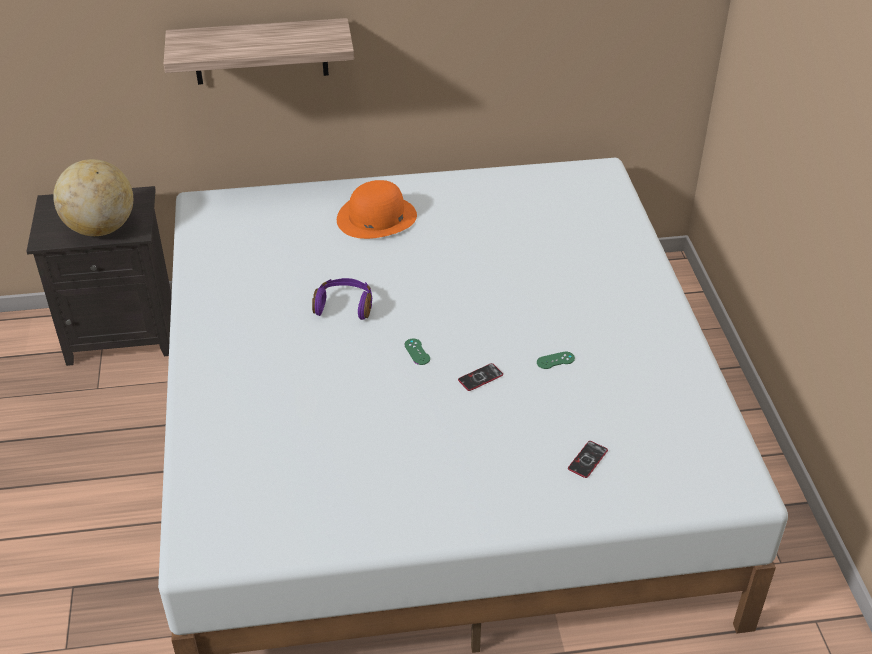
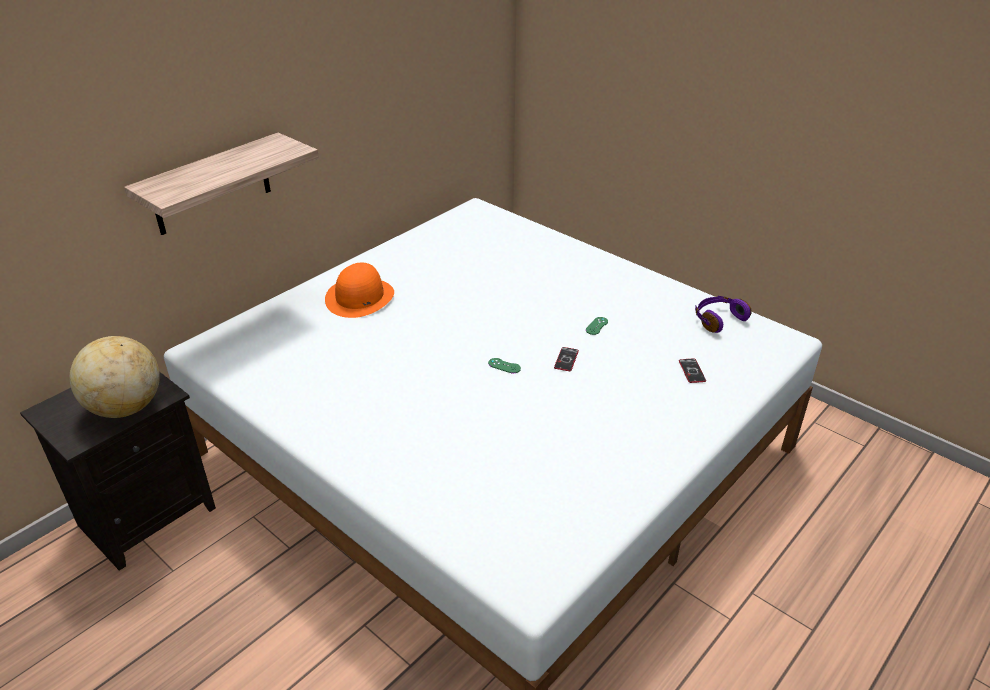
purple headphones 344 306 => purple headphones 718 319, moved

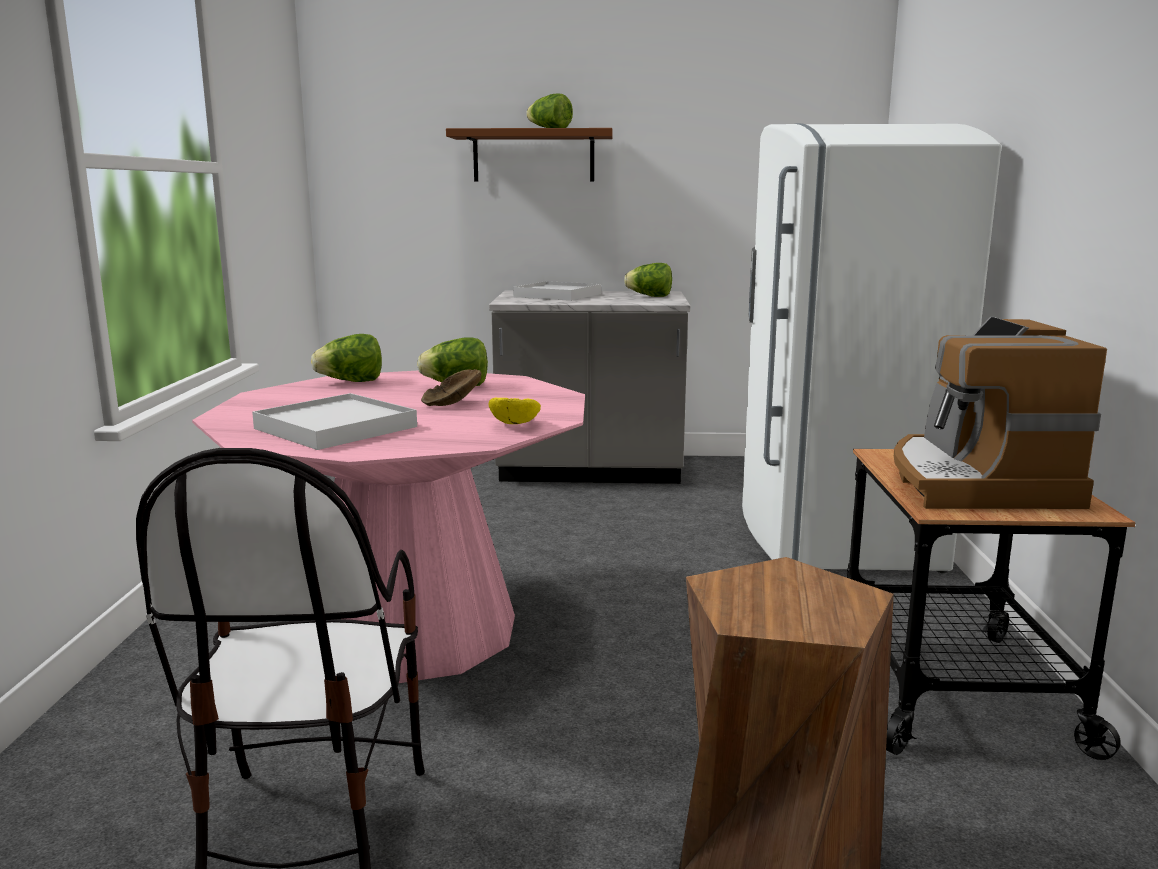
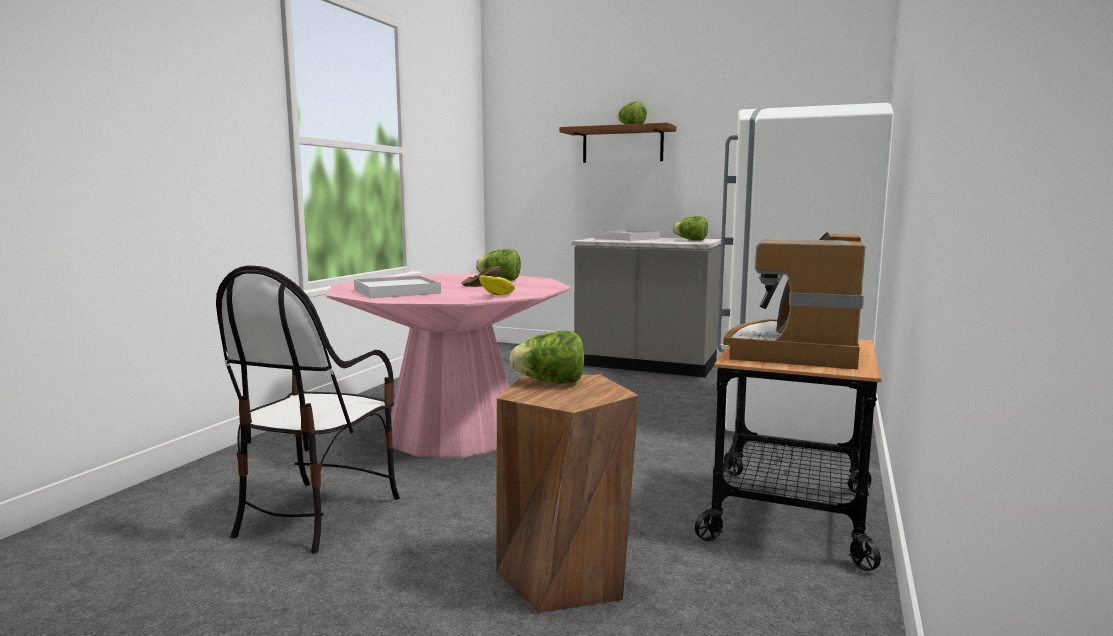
lettuce 351 382 => lettuce 550 382, moved

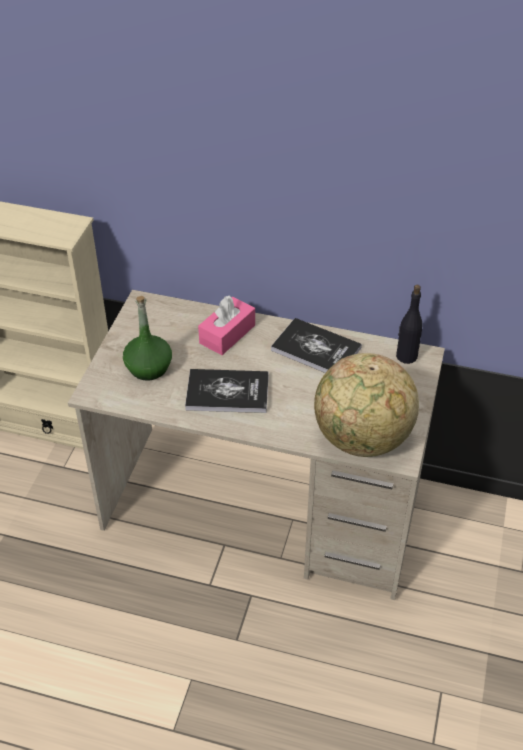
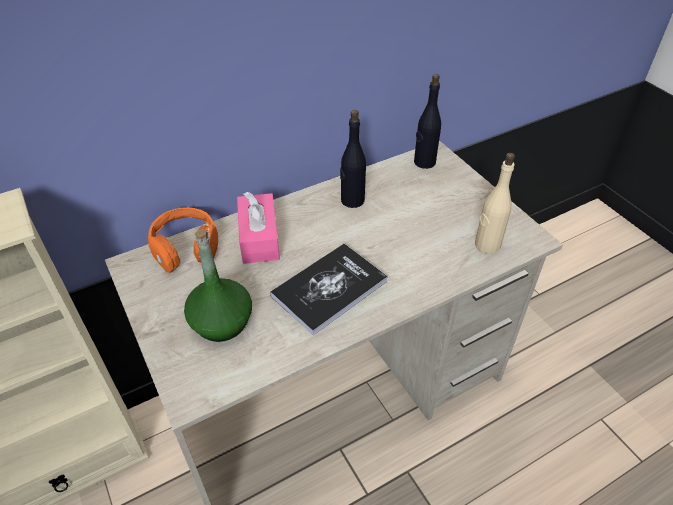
nothing => orange headphones 186 247
book 316 349 => black bottle 352 200
globe 362 439 => beige bottle 487 245

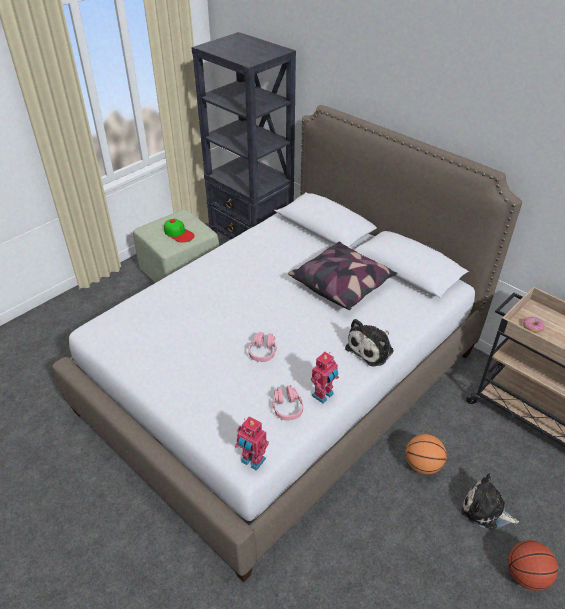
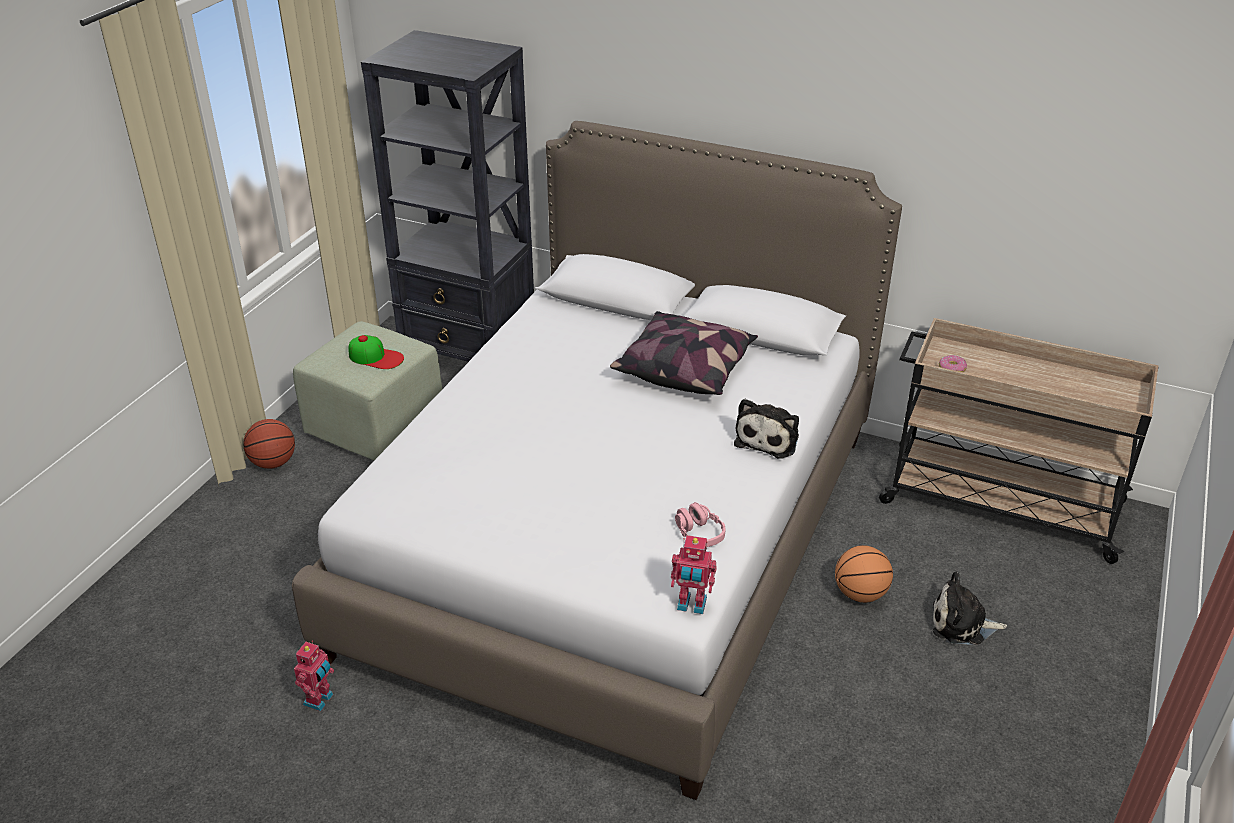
pink headphones 263 351 => nothing
toy robot 323 395 => toy robot 320 700, moved
basketball 526 575 => basketball 273 463, moved

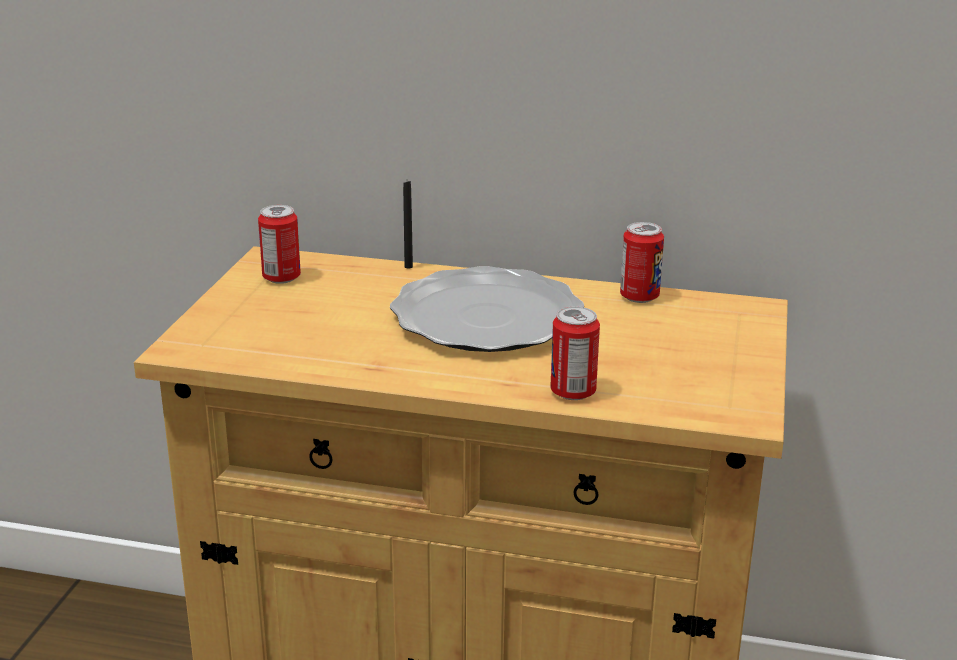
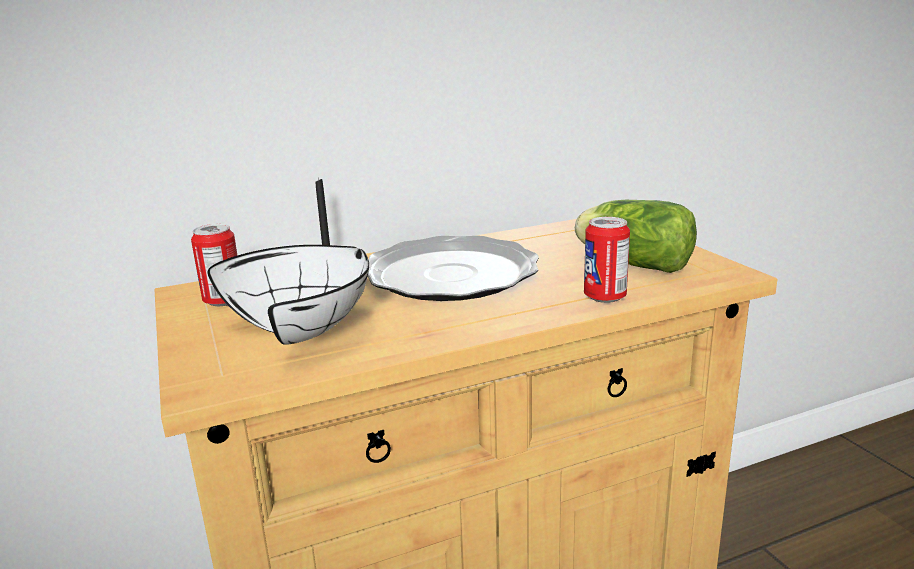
can 639 297 => nothing
nothing => white bowl 308 329
nothing => lettuce 630 263

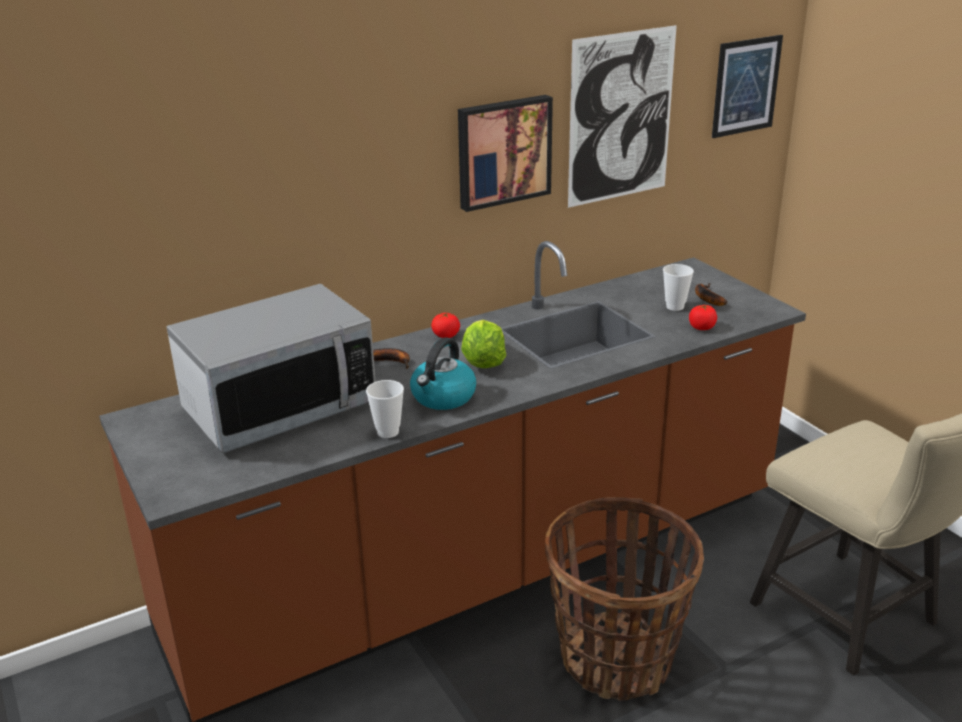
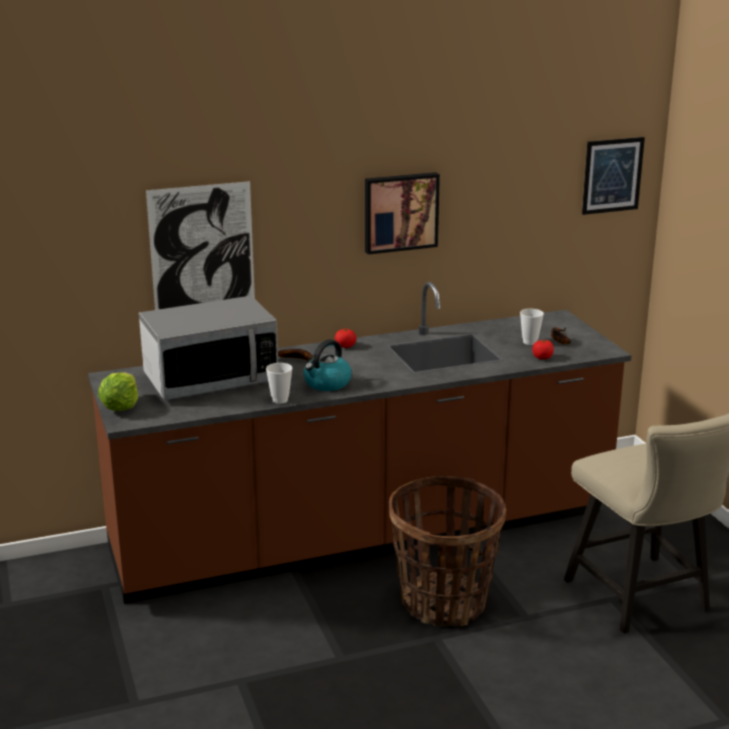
lettuce 483 362 => lettuce 120 407, moved
picture 621 117 => picture 202 252, moved

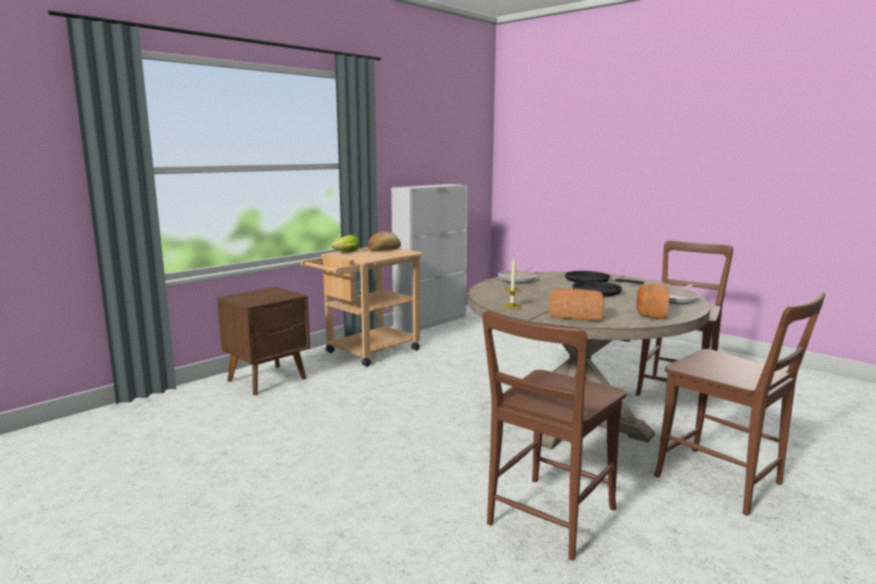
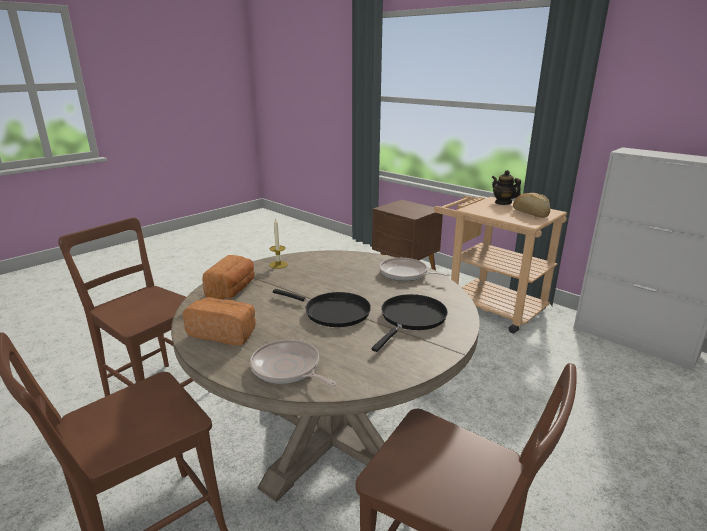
lettuce 347 252 => teapot 503 202

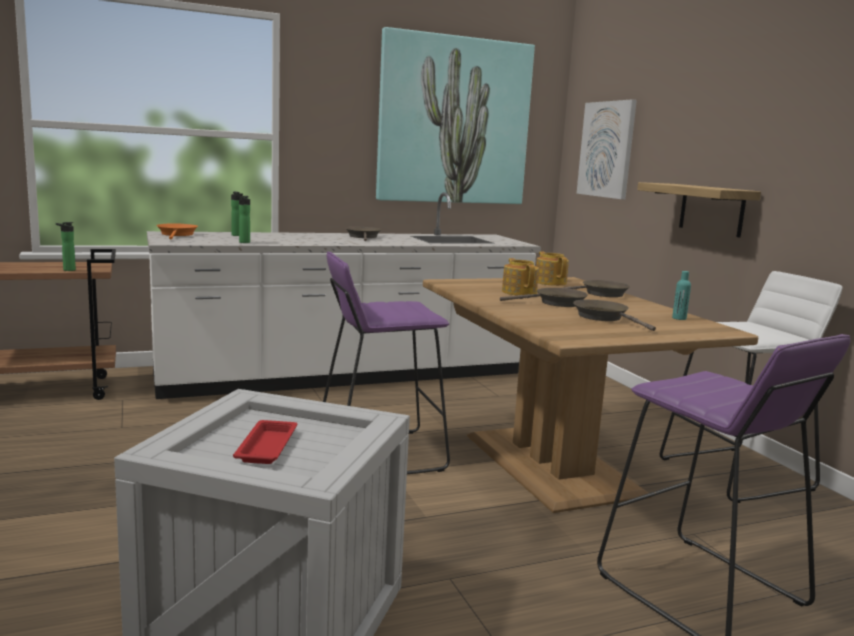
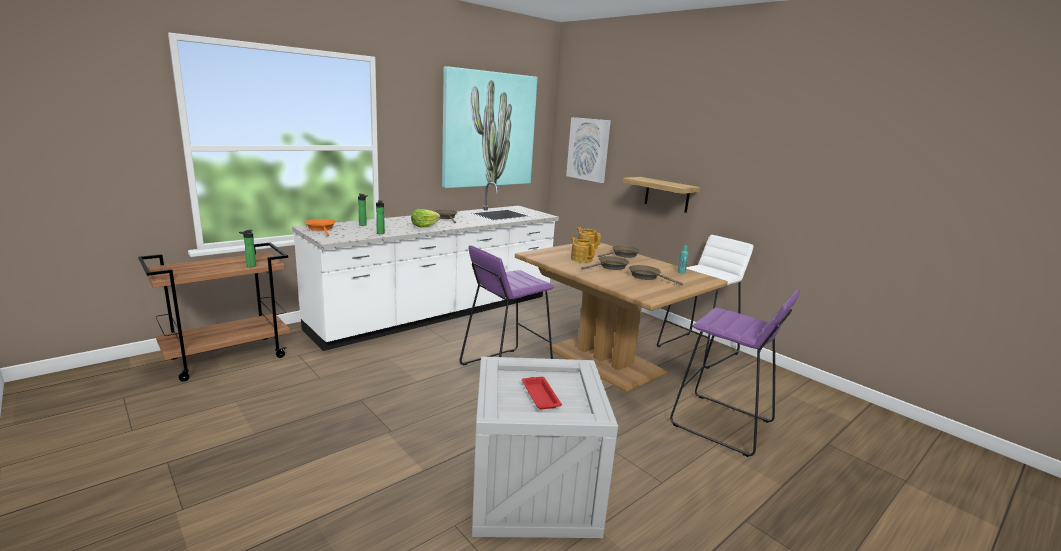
nothing => lettuce 424 226

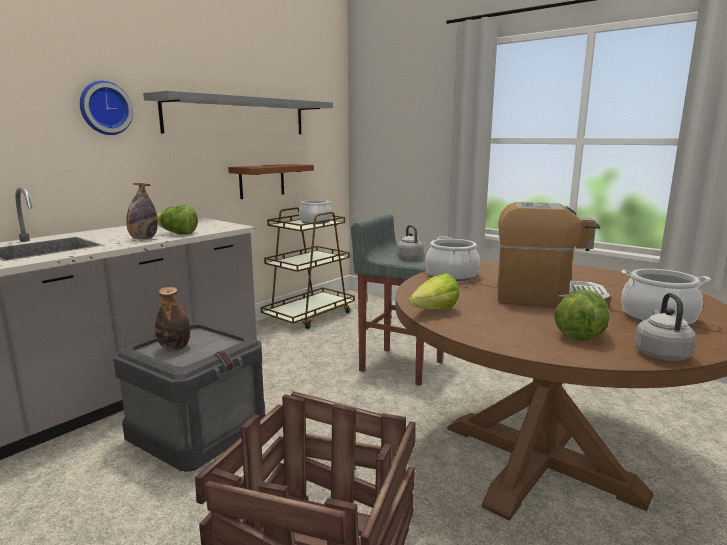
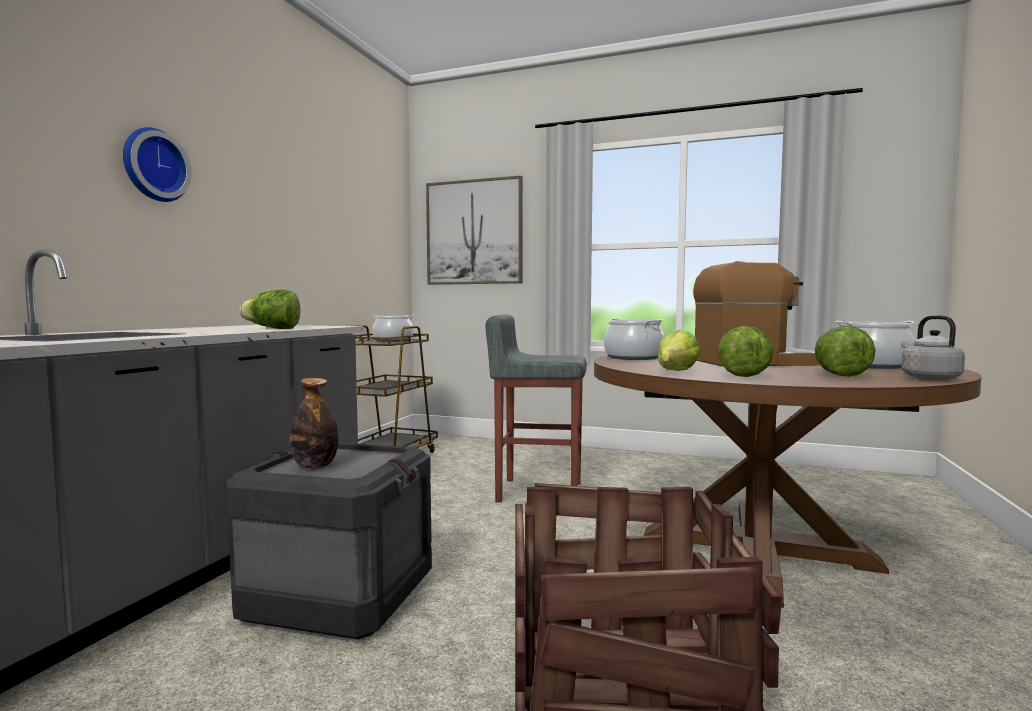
bottle 143 239 => nothing
grey shelf 238 116 => nothing
brown shelf 262 181 => nothing
grey kettle 409 257 => nothing
nothing => picture 474 232
nothing => lettuce 741 374

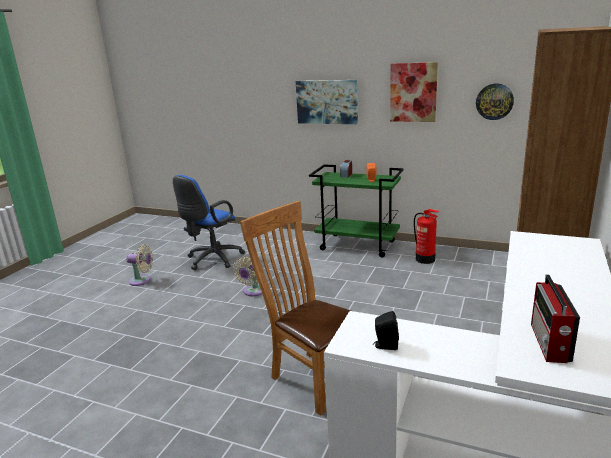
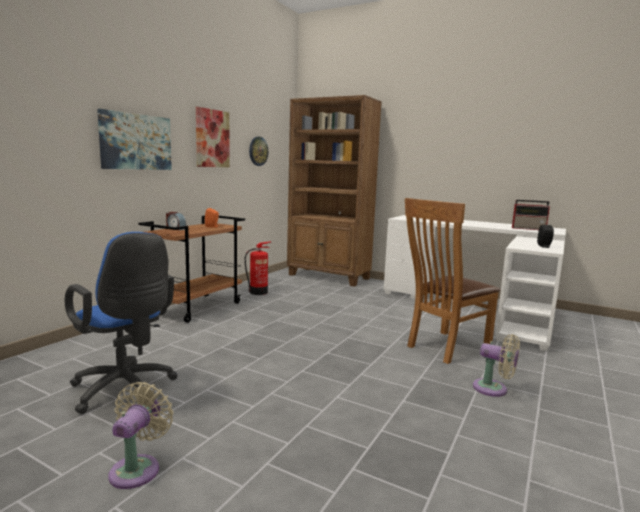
beige fan 253 292 => beige fan 493 389, moved
green cart 358 245 => brown cart 197 307

